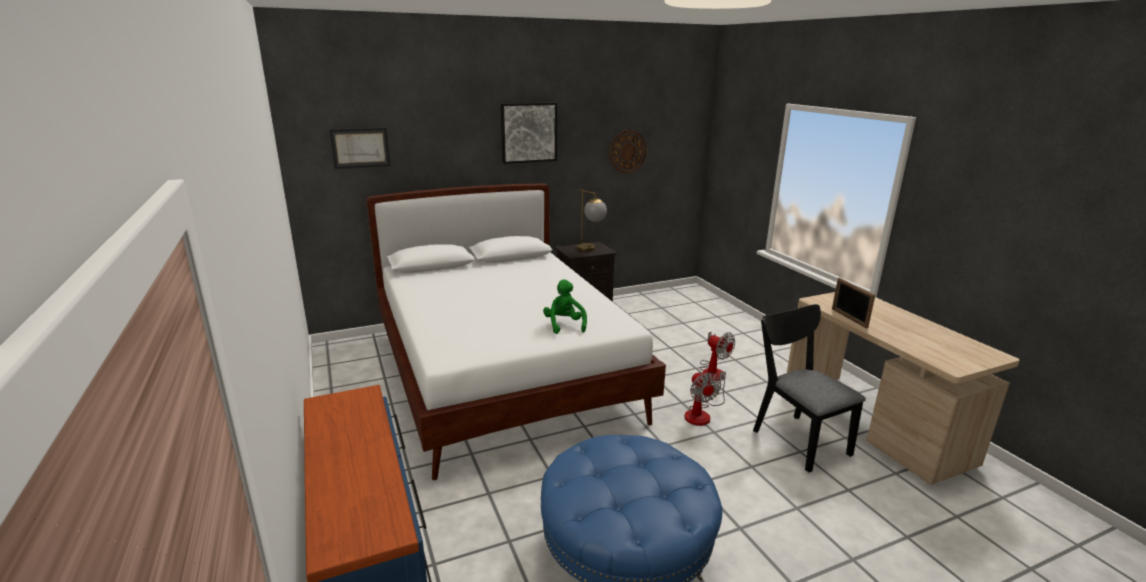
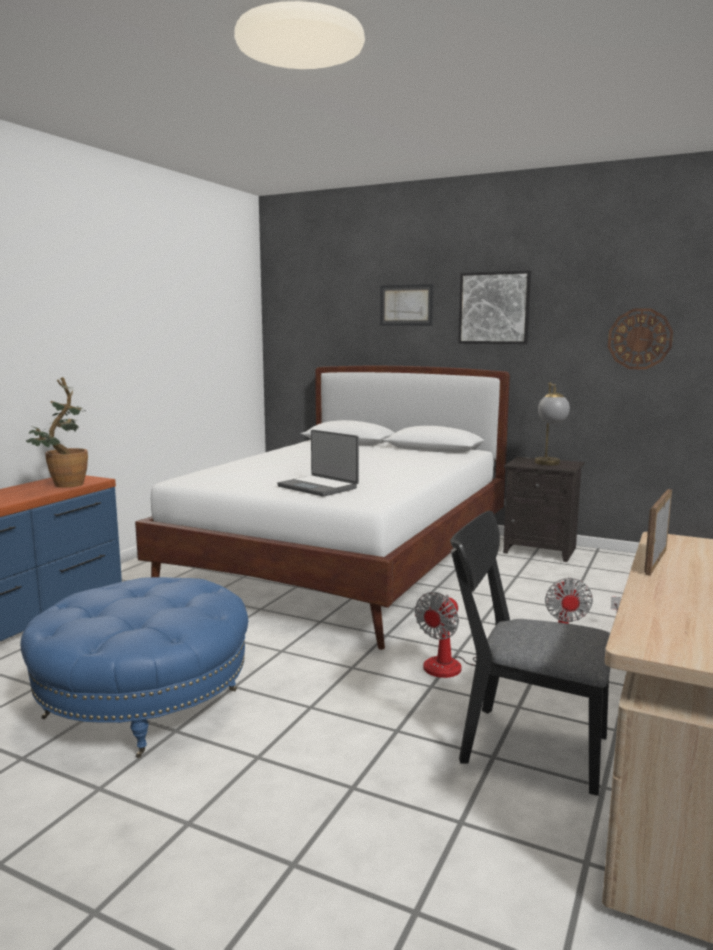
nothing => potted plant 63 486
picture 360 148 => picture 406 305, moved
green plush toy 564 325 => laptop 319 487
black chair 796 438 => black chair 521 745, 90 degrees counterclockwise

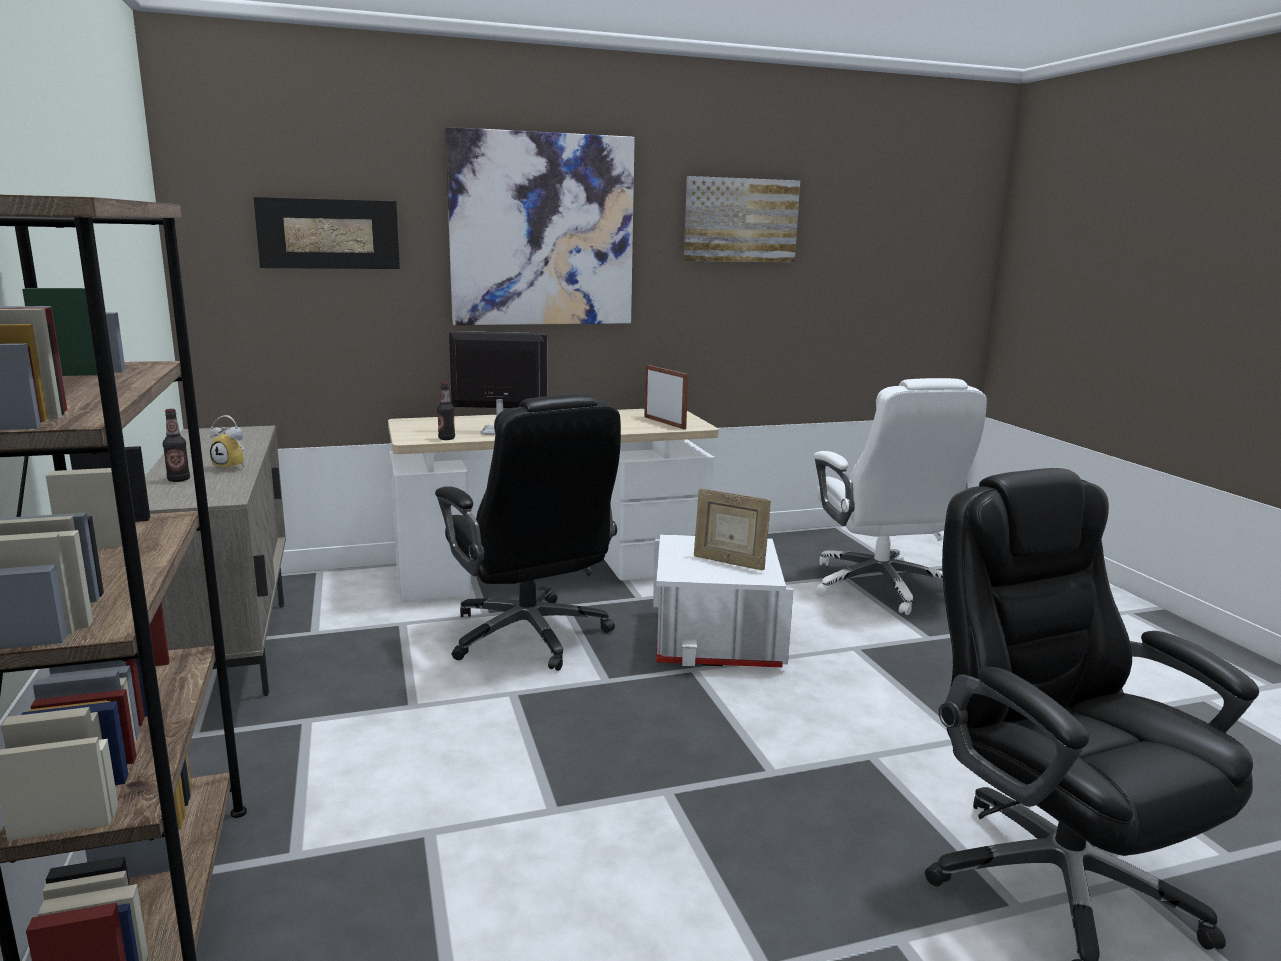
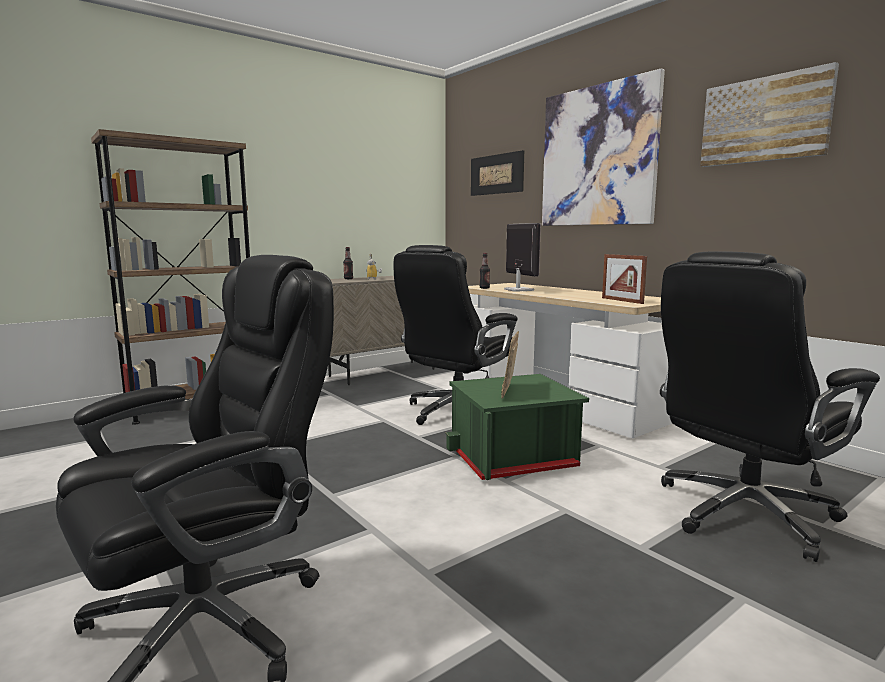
white storage box 716 639 => green storage box 513 457
white office chair 881 587 => black office chair 743 514
picture frame 664 422 => picture frame 622 300, 120 degrees clockwise

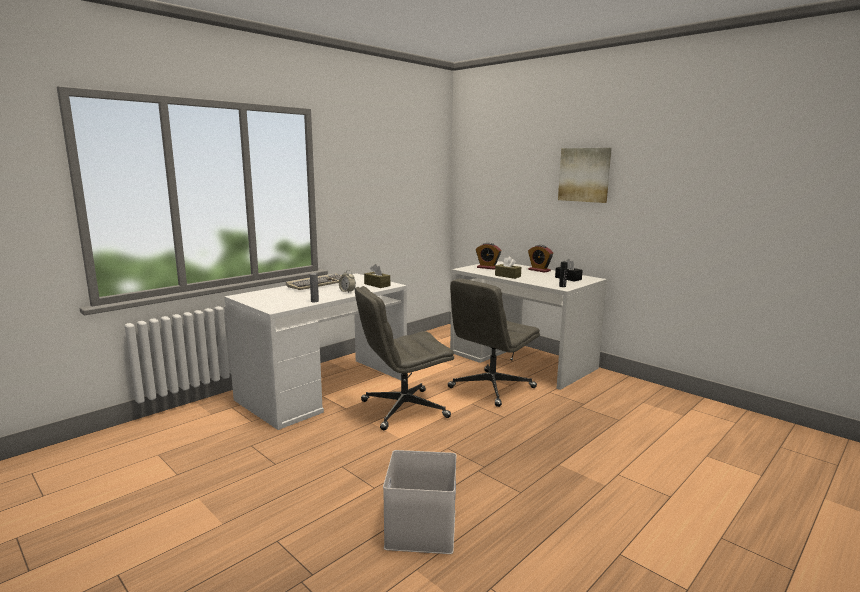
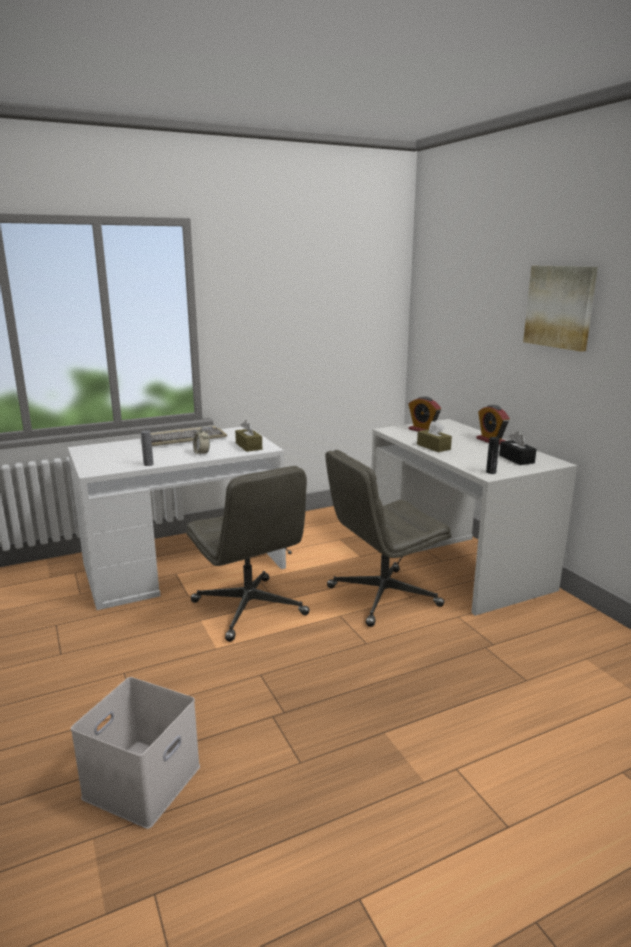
grey office chair 403 409 => grey office chair 250 609, 120 degrees counterclockwise

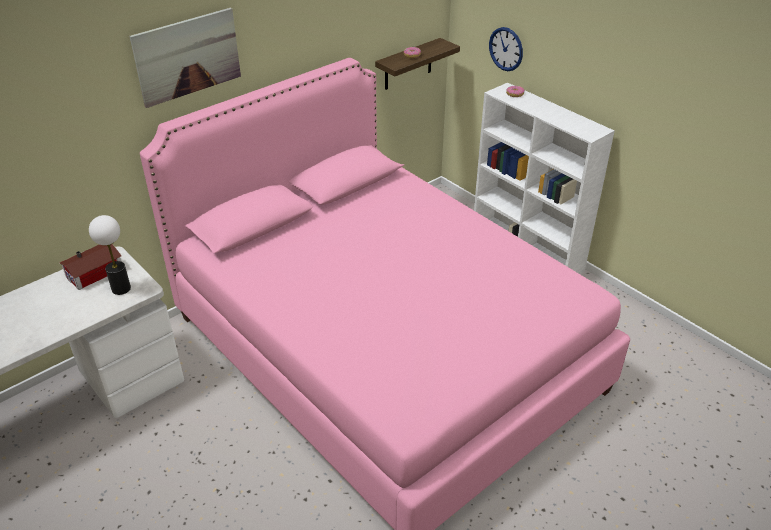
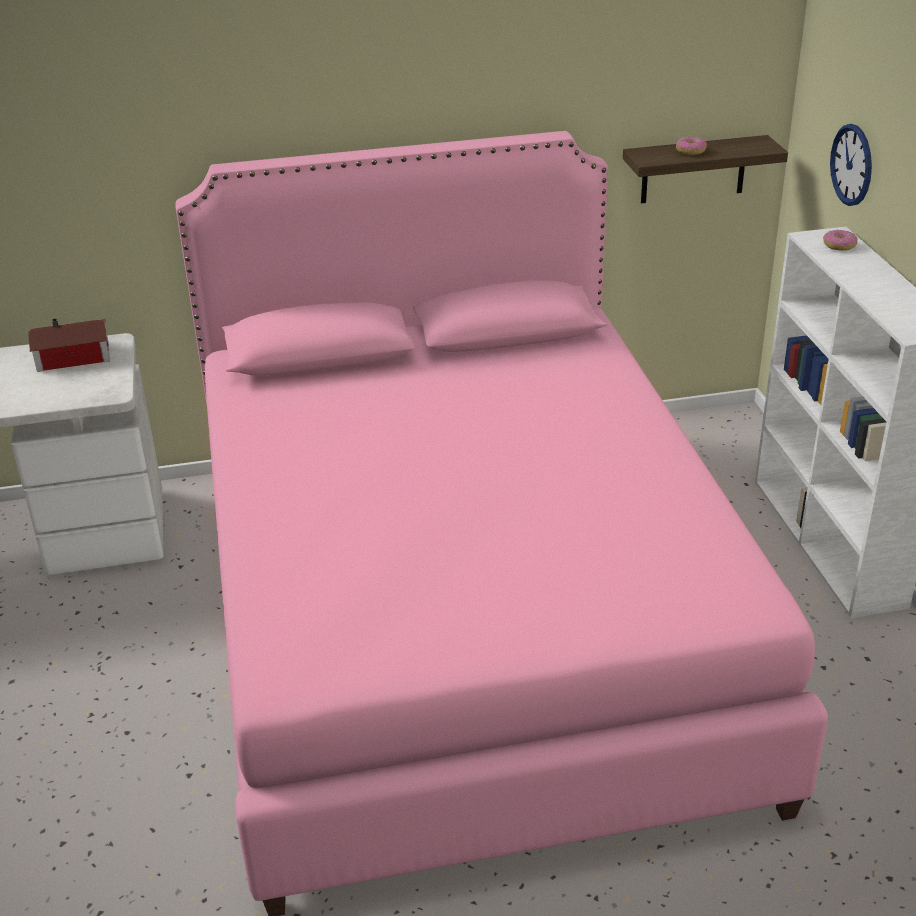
table lamp 121 288 => nothing
picture 187 56 => nothing

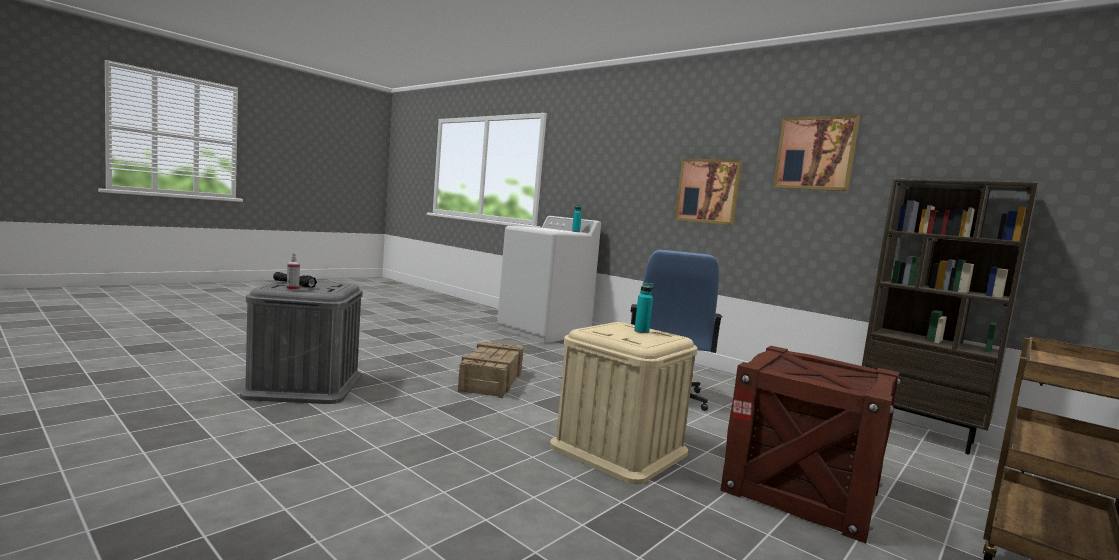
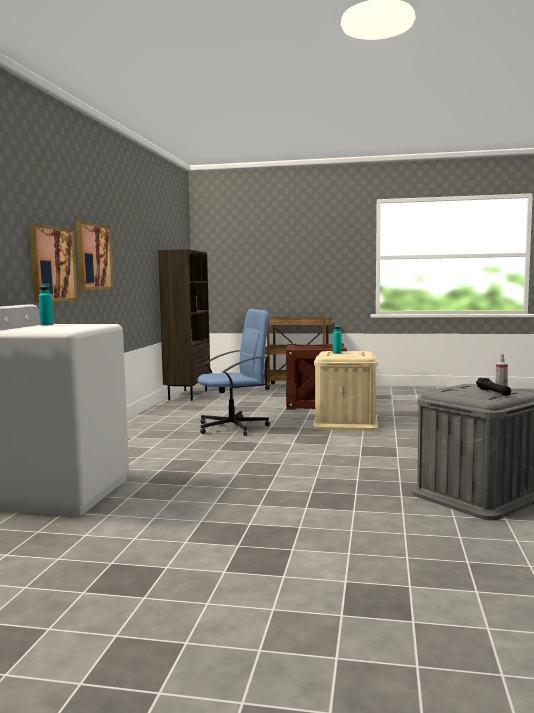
crate 491 380 => nothing
picture 815 153 => picture 52 264, moved

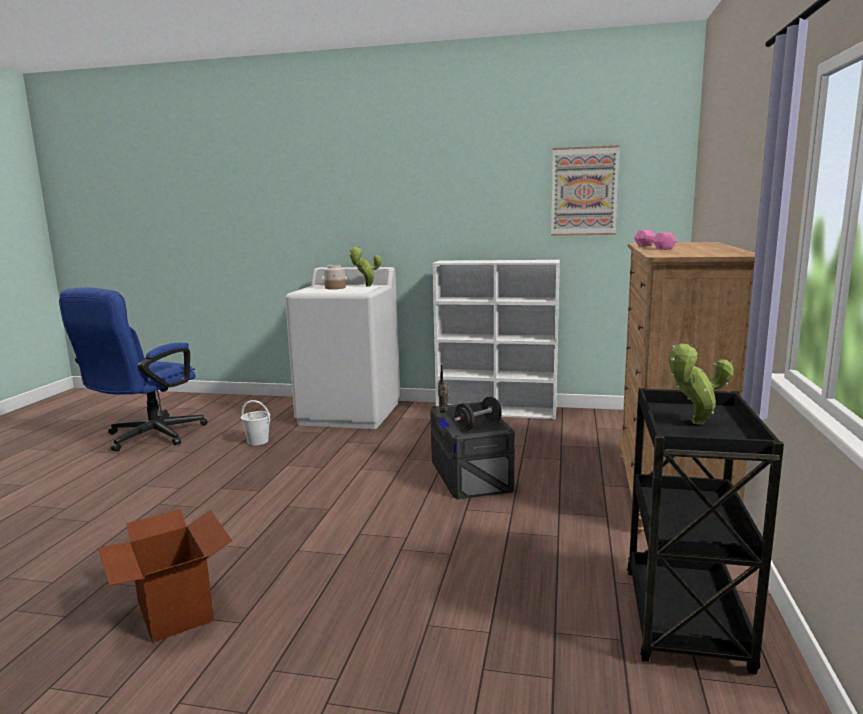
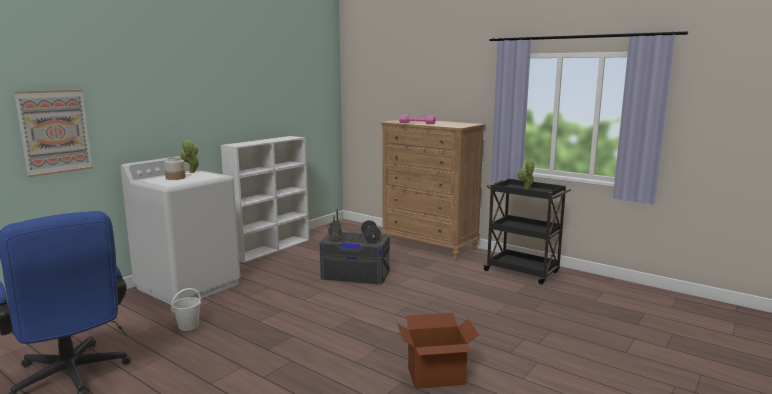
picture 584 191 => picture 55 132, moved

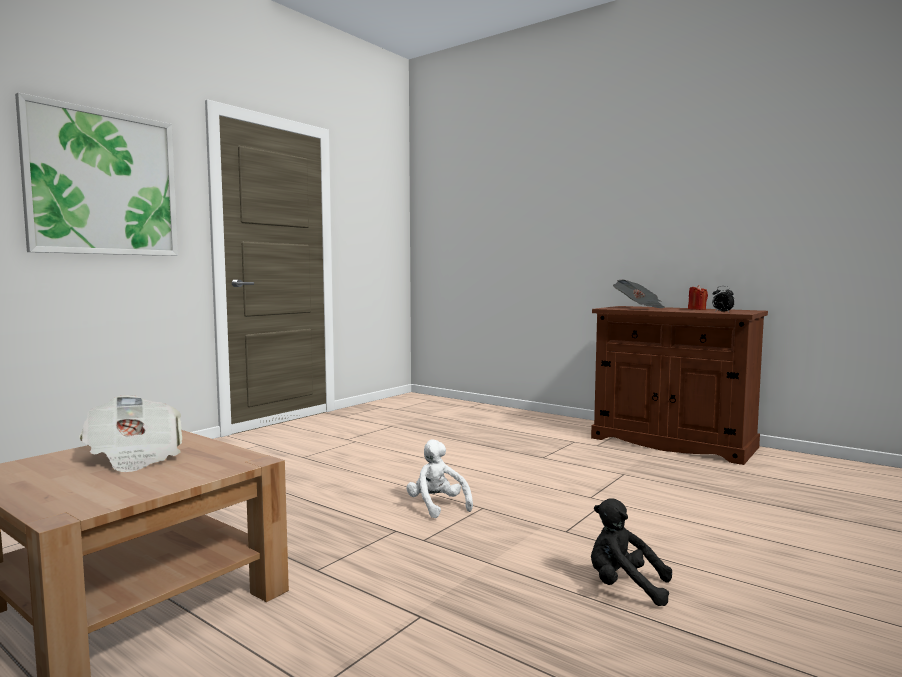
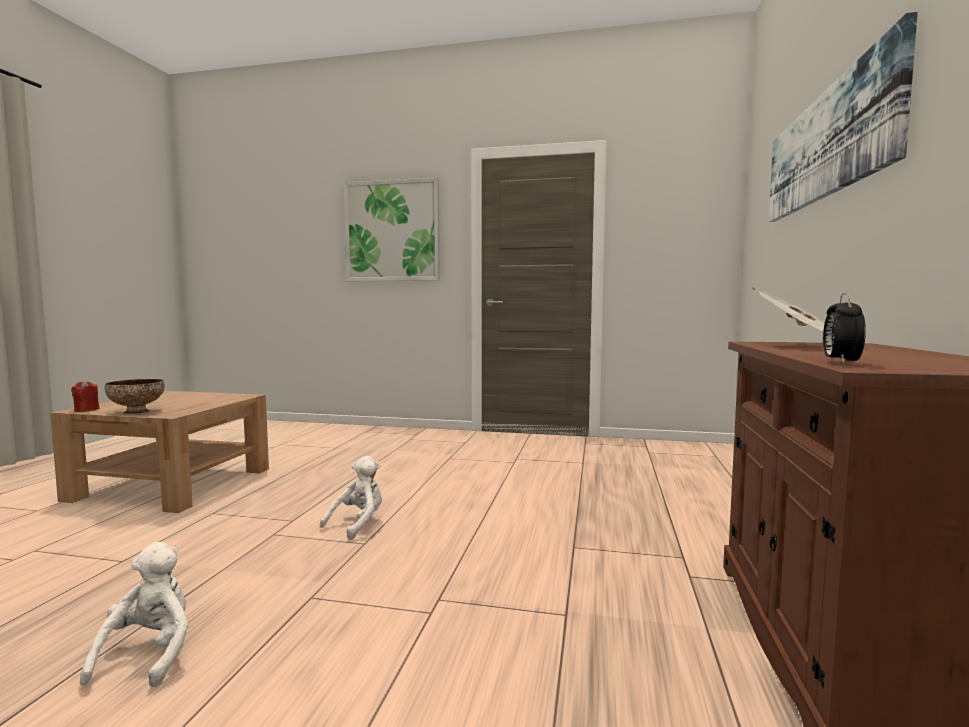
newspaper 135 457 => nothing
nothing => bowl 136 412
nothing => picture 825 146
red candle 697 309 => red candle 86 410, moved
black plush toy 624 587 => white plush toy 149 654

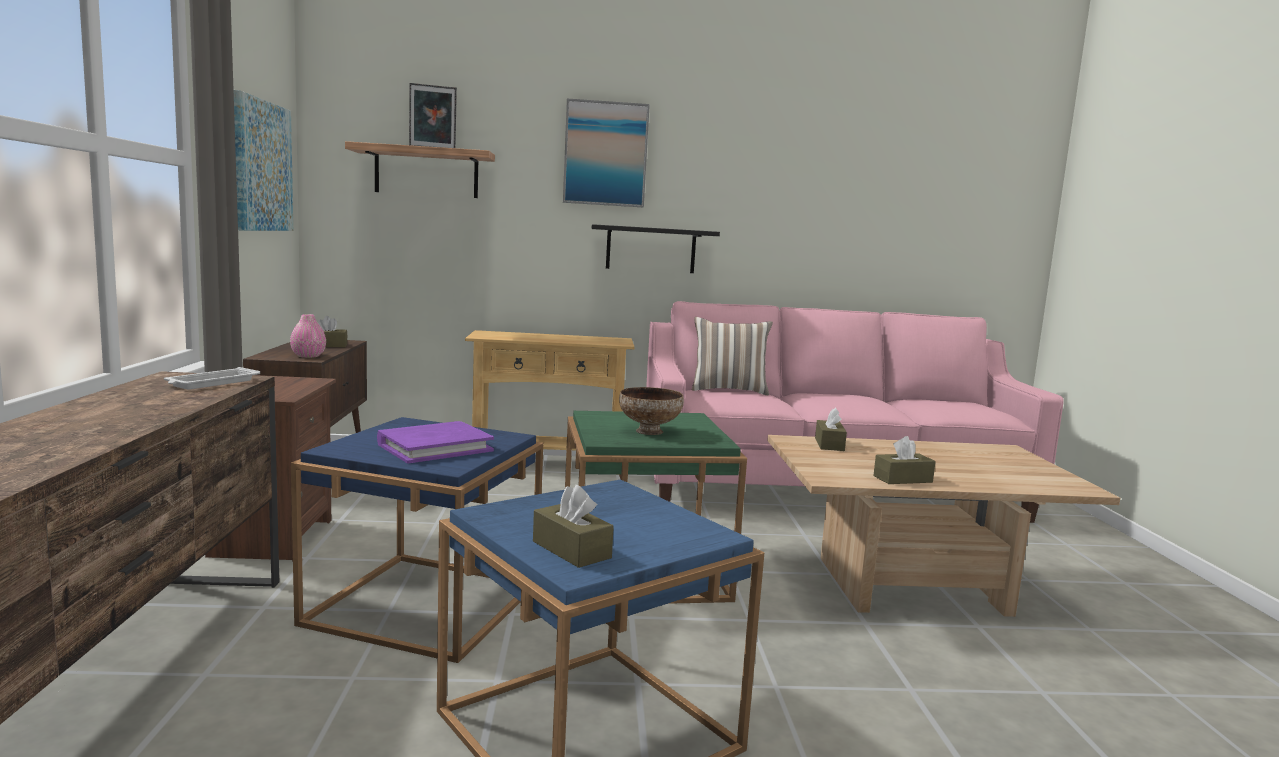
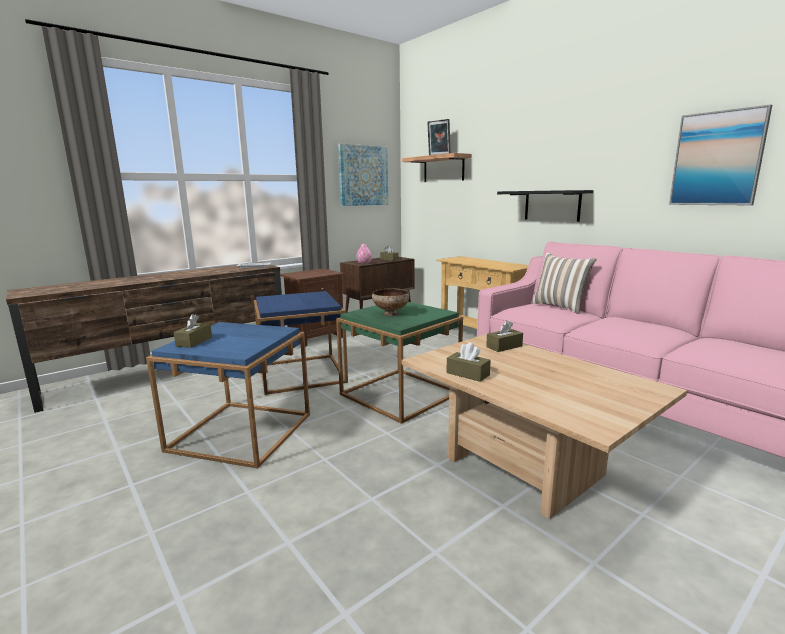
purple book 435 447 => nothing
picture 605 154 => picture 717 159, moved

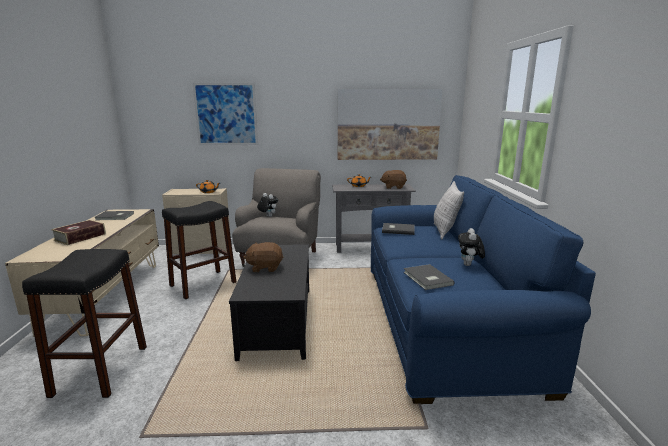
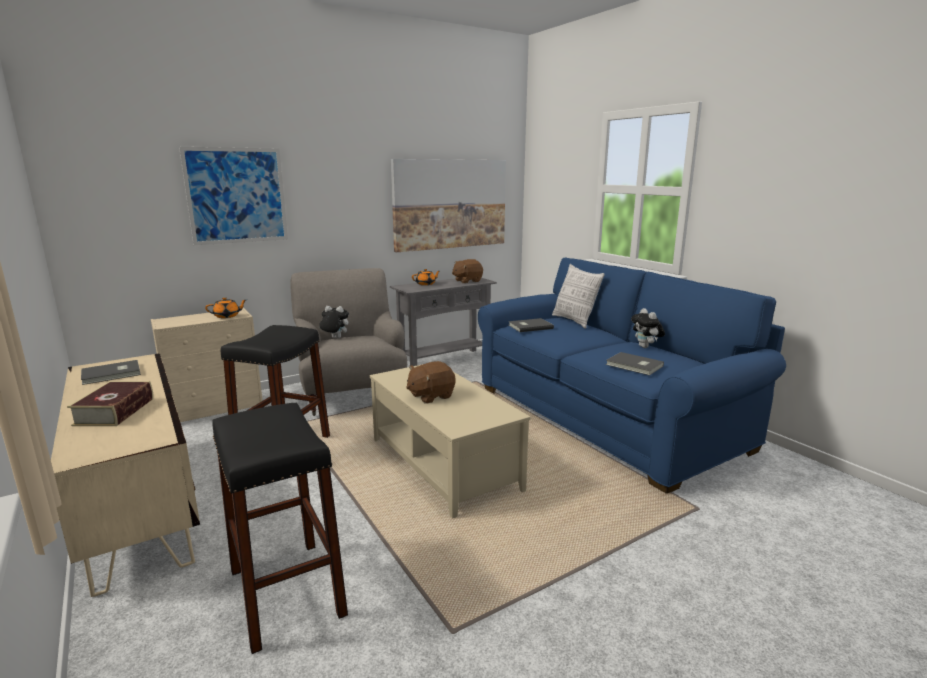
black coffee table 279 321 => beige coffee table 445 463

